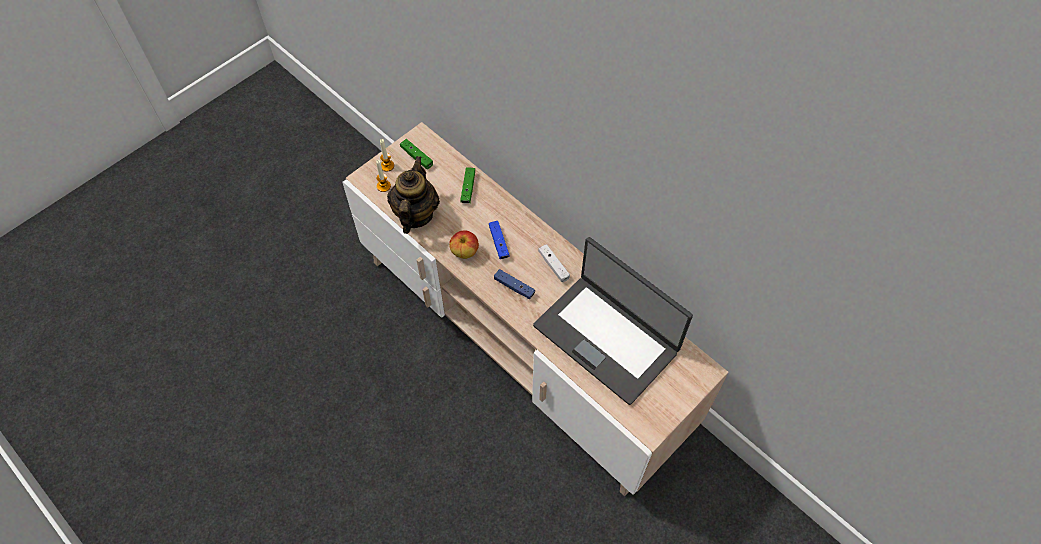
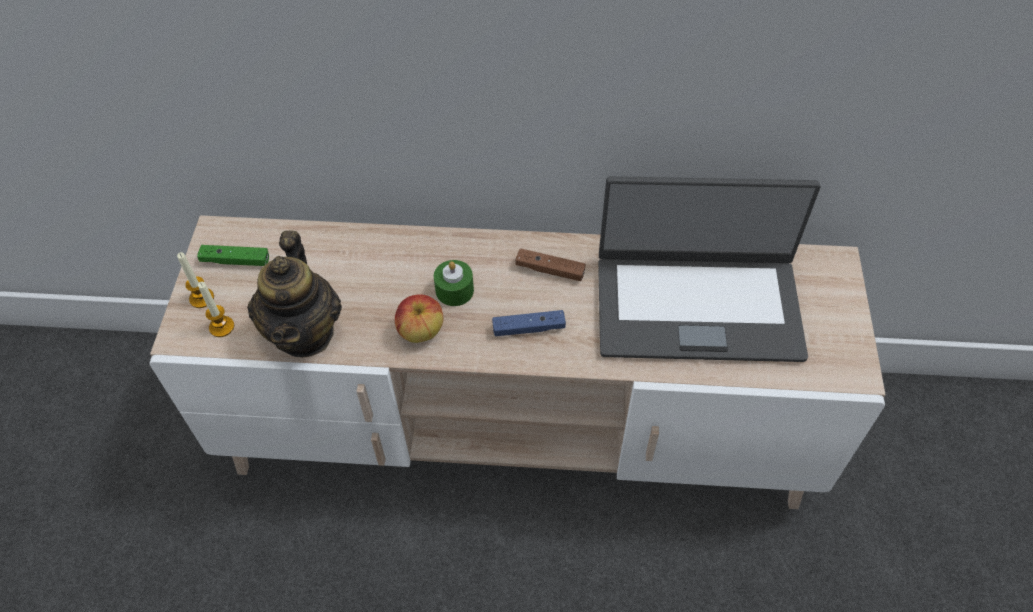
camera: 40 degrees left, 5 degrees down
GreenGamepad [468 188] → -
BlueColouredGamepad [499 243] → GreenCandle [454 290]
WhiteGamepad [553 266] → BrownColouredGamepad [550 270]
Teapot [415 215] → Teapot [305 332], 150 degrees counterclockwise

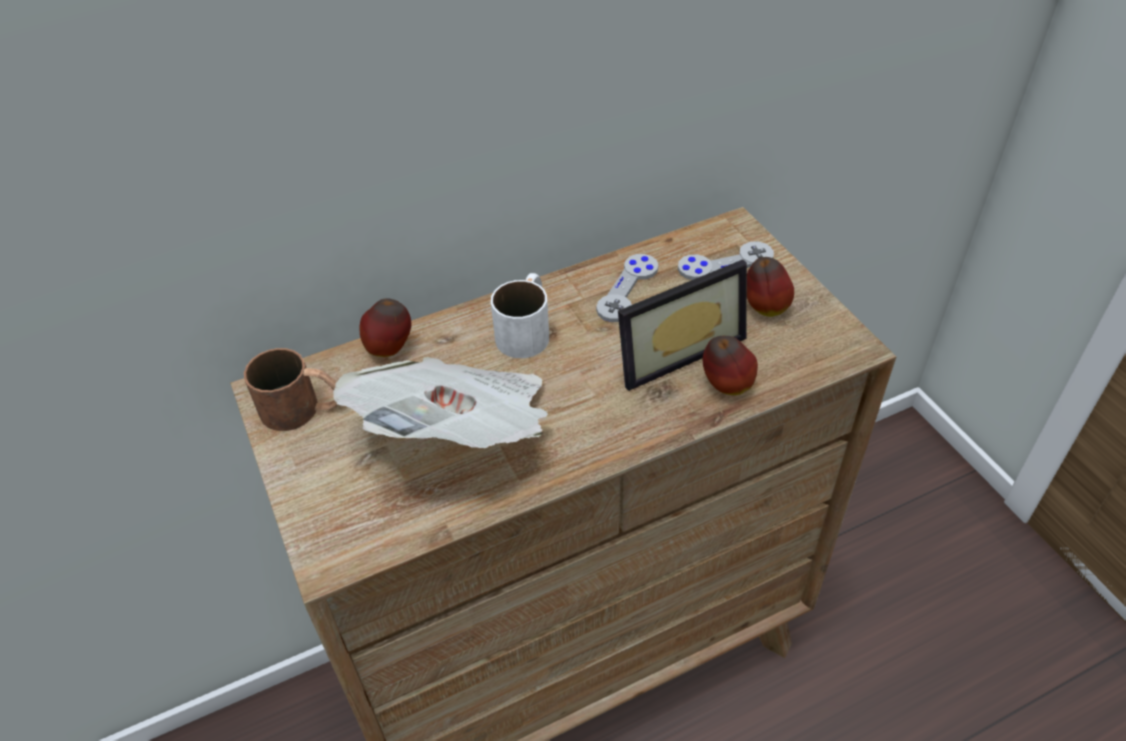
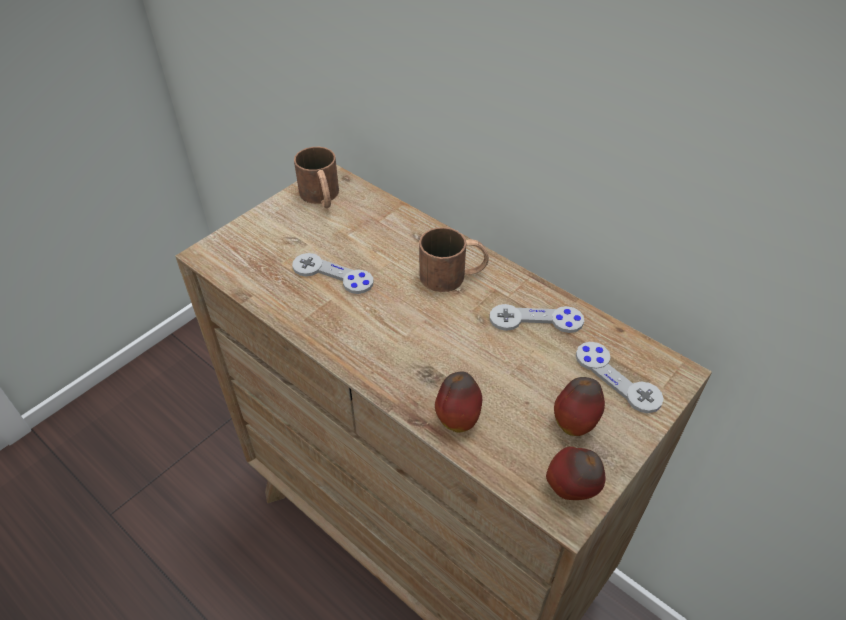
camera: 65 degrees right, 0 degrees up
PictureFrame [674 348] → -
WholeApple [390 349] → WholeApple [571 490], move
DailyPaper [460 433] → GrayGamepad [332 275]
WhiteTeaMug [527 329] → BrownColouredTeaMug [453 275]

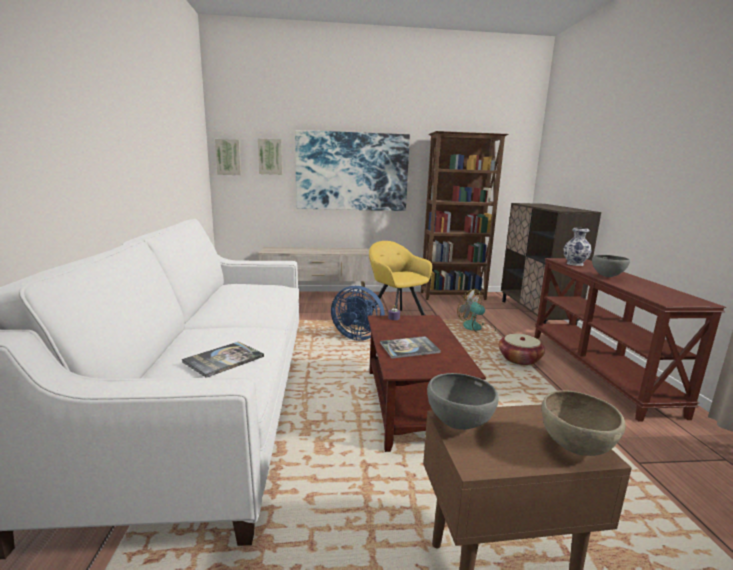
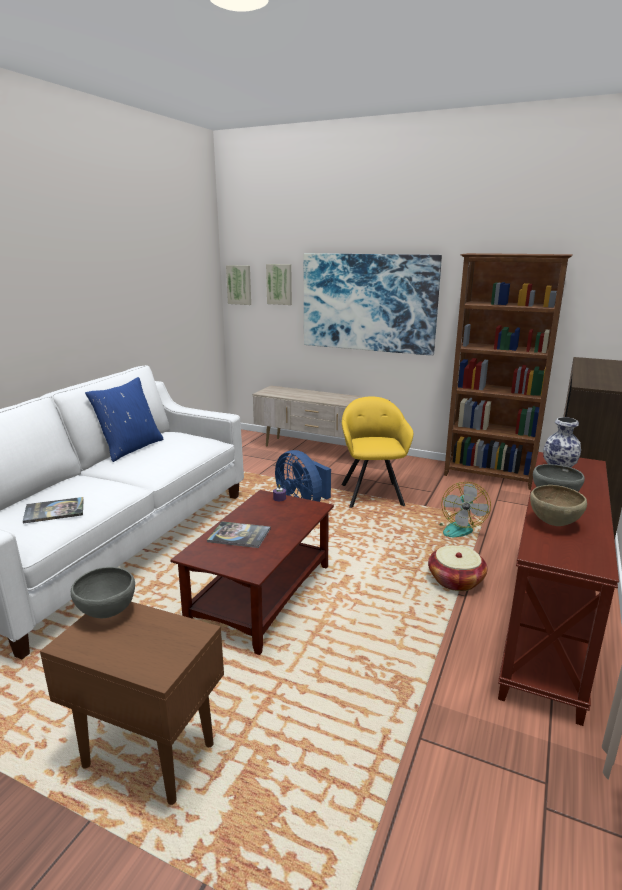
camera: 30 degrees right, 5 degrees up
- → BlueColouredPillow [130 448]
BrownColouredBowl [574 448] → BrownColouredBowl [553 523], move
CoolingFan [476 328] → CoolingFan [457 527], 150 degrees counterclockwise

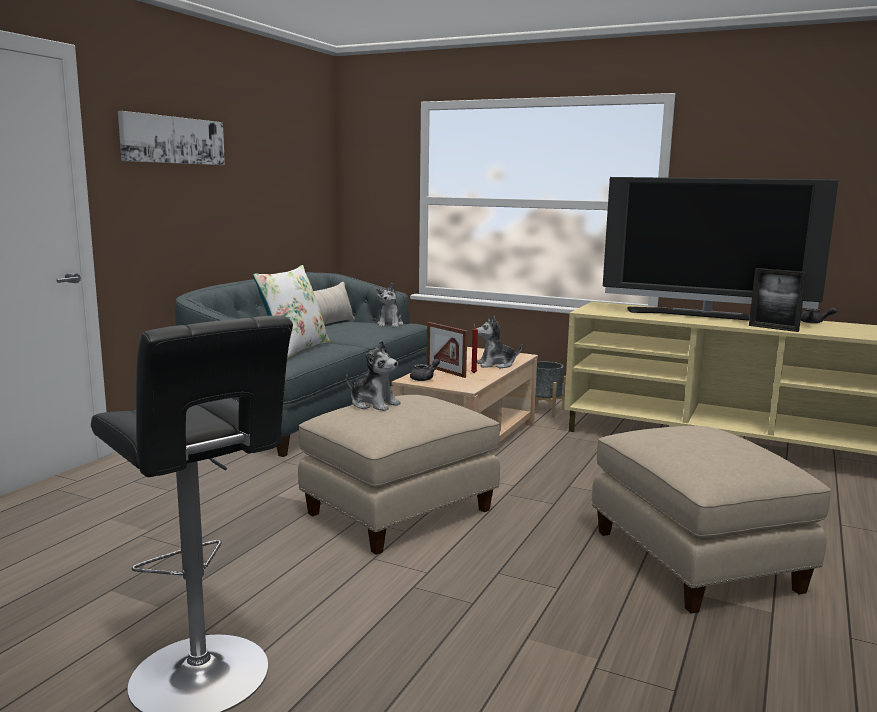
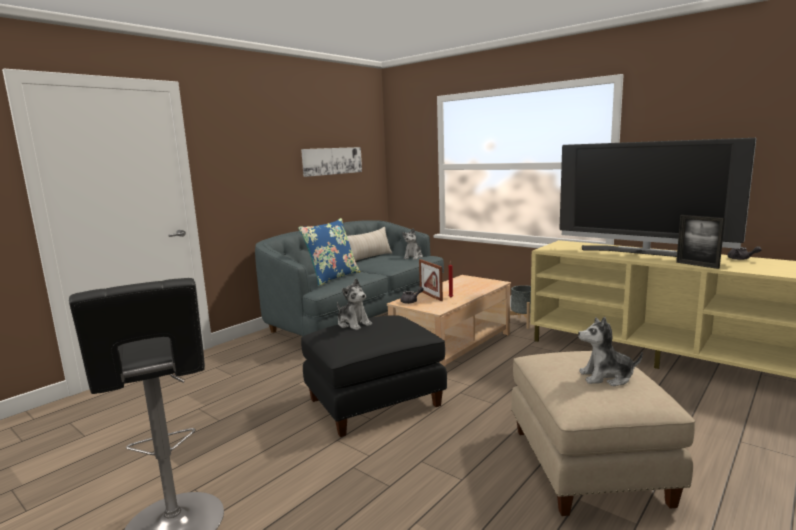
camera: 15 degrees right, 0 degrees up
WallPicture [173 140] → WallPicture [332 161], move
PlushToy [496 365] → PlushToy [606 377], move
WhitePillow [294 350] → BlueColouredPillow [332 278]
BeigeFootrest [399 511] → BlackishFootrest [374 402]

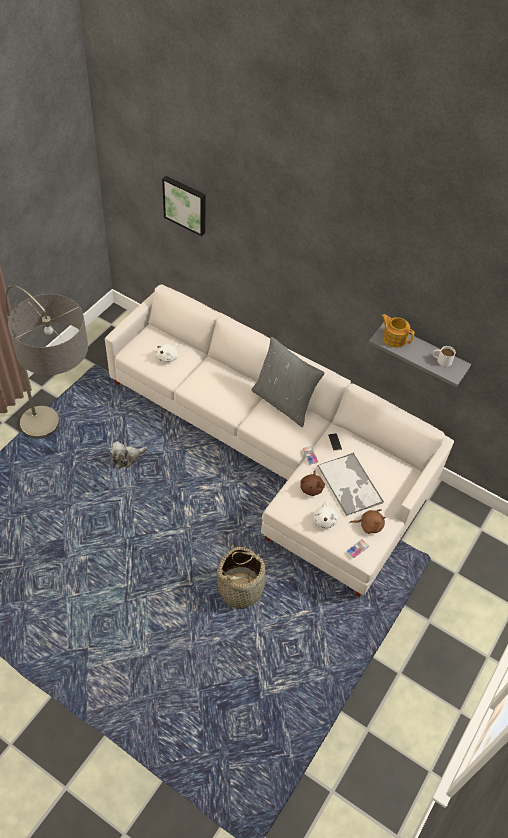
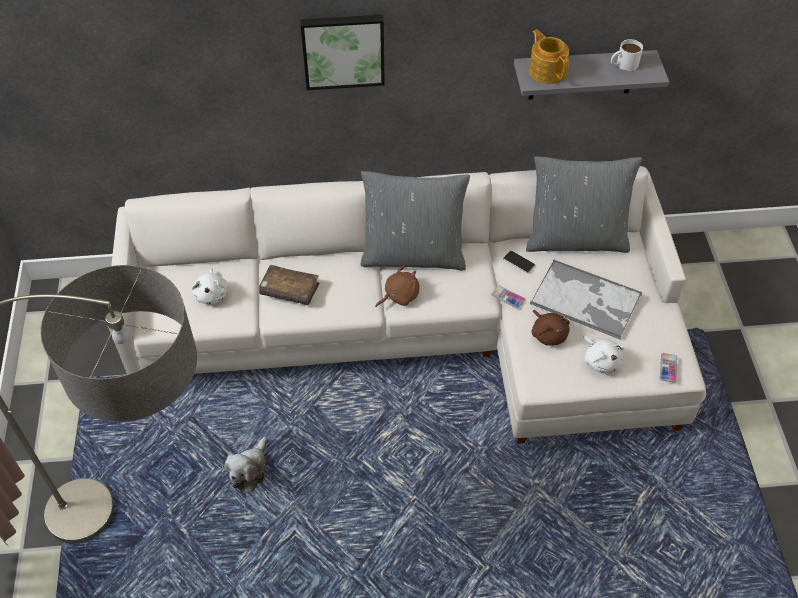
camera: 35 degrees left, 0 degrees up
HouseholdBasket [241 588] → -
- → BrownColouredBoundBook [289 290]
- → GrayPillow [575 238]
WallPicture [185 204] → WallPicture [343 50], move
BrownColouredPlushToy [369 525] → BrownColouredPlushToy [399 296], move
Teapot [394 338] → Teapot [547 71], 60 degrees clockwise

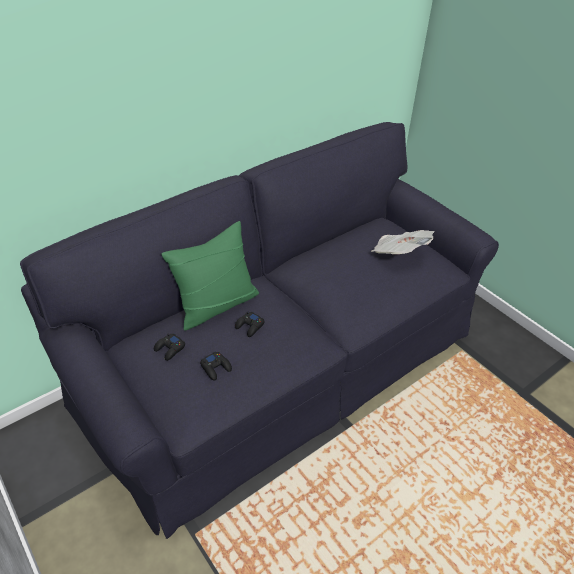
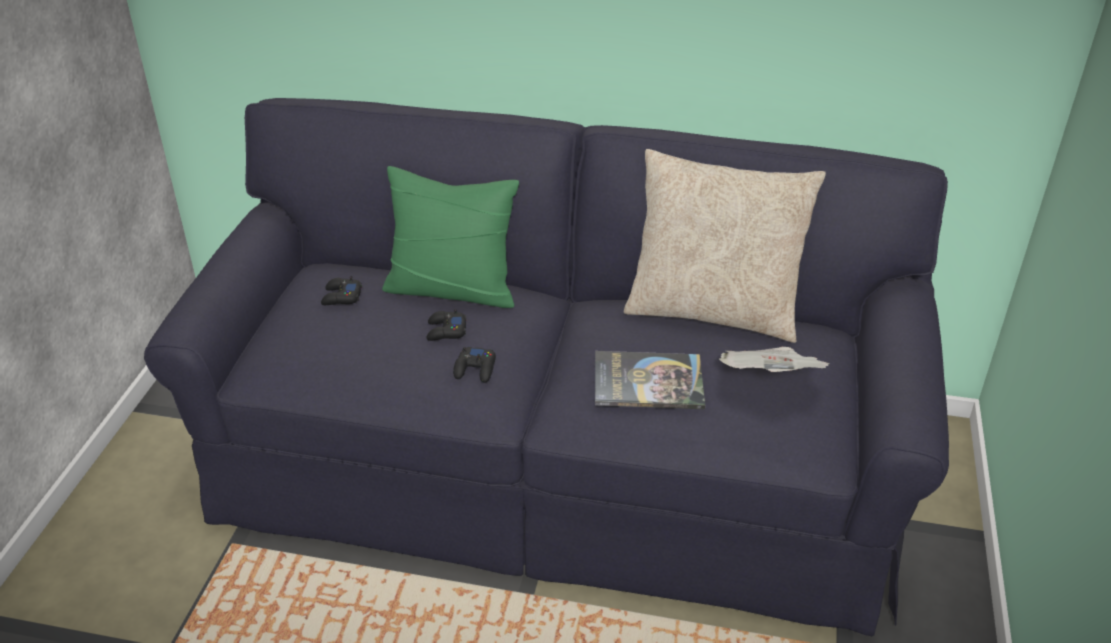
camera: 50 degrees right, 5 degrees down
- → BoundBook [648 382]
- → BeigePillow [713 311]
BlackishGamepad [216 368] → BlackishGamepad [475 369], move

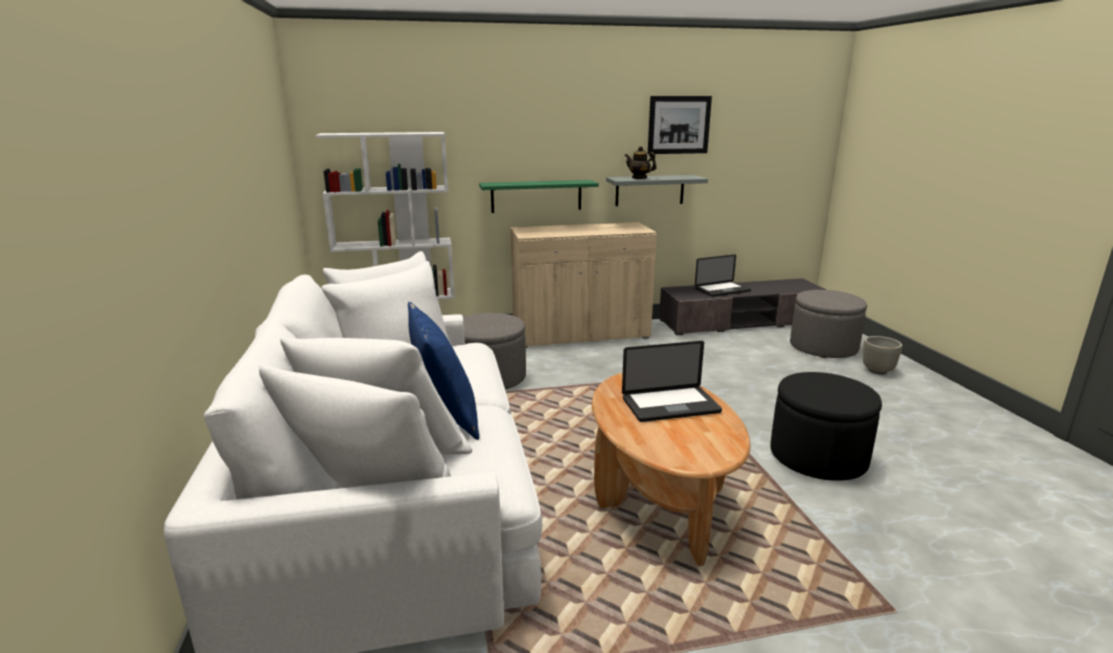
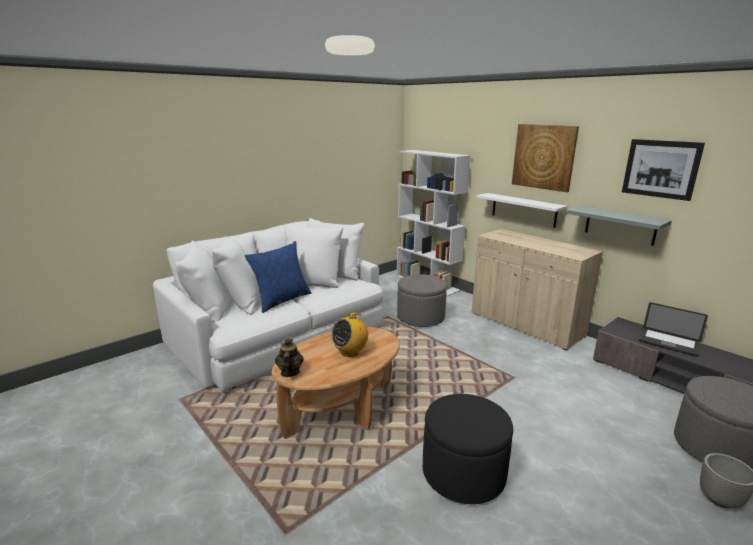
camera: 60 degrees right, 0 degrees up
- → WallPicture [544 157]
Teapot [639 178] → Teapot [289 372], move
Laptop [670 405] → RadioSet [350 352]
GreenBracketShelf [536 196] → WhiteBracketShelf [523 210]

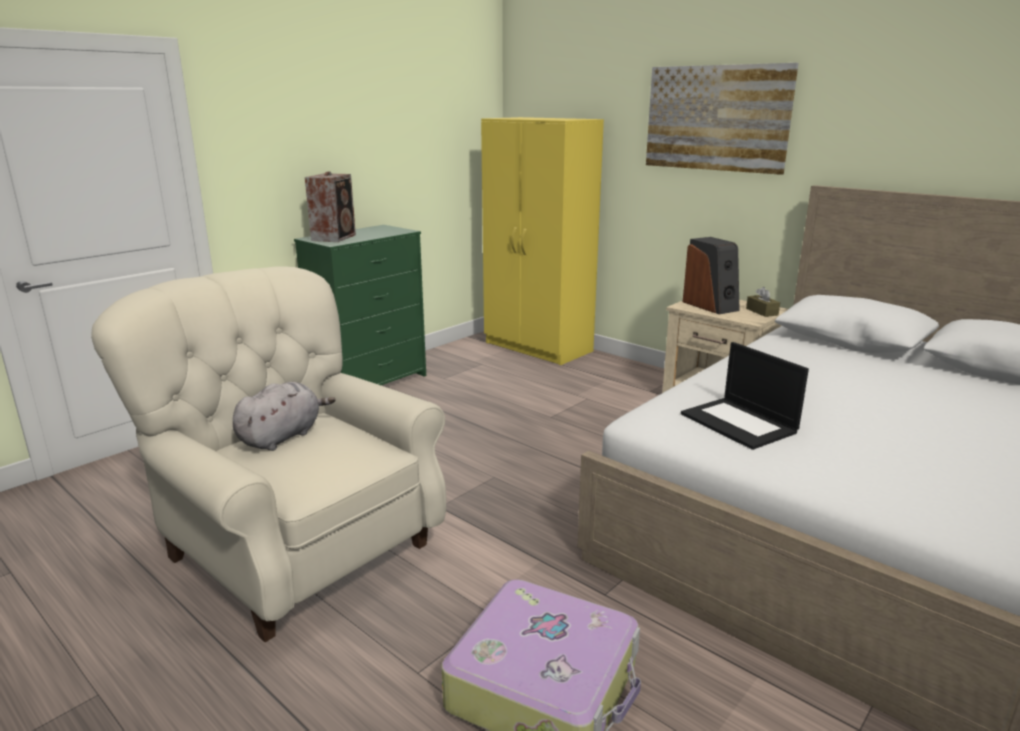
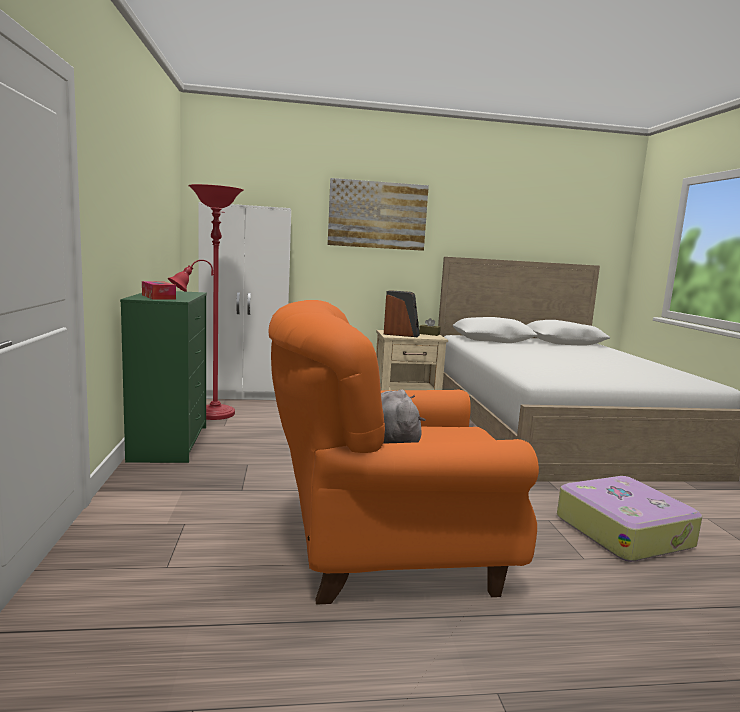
camera: 50 degrees left, 10 degrees down
Laptop [740 423] → -
- → RedColouredStandingLamp [210 415]
Loudspeaker [335 237] → BoxOfTissues [158 297]
BeigeLoungeChair [294 549] → OrangeLoungeChair [387 549]
YellowishArmoire [538 347] → WhiteArmoire [245 394]

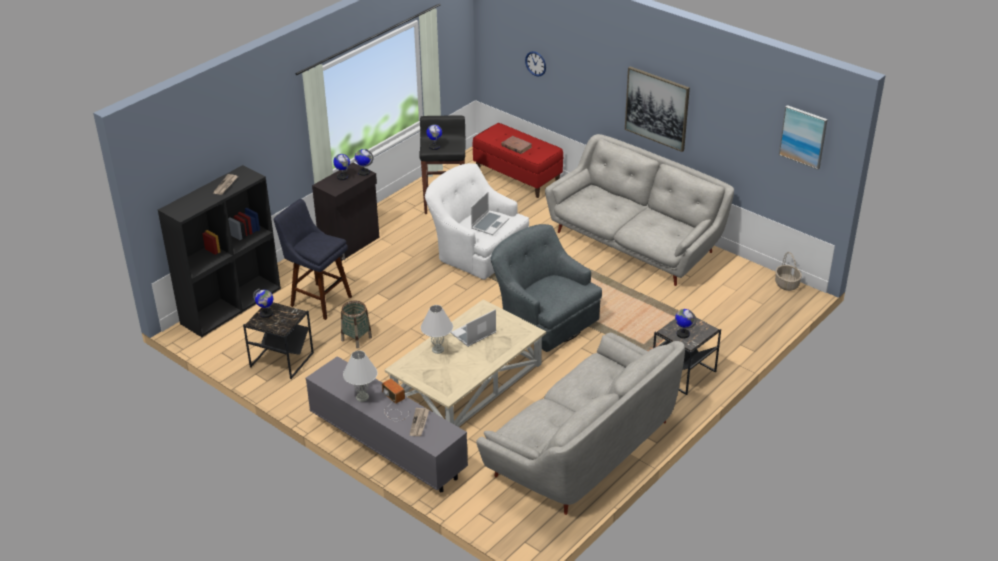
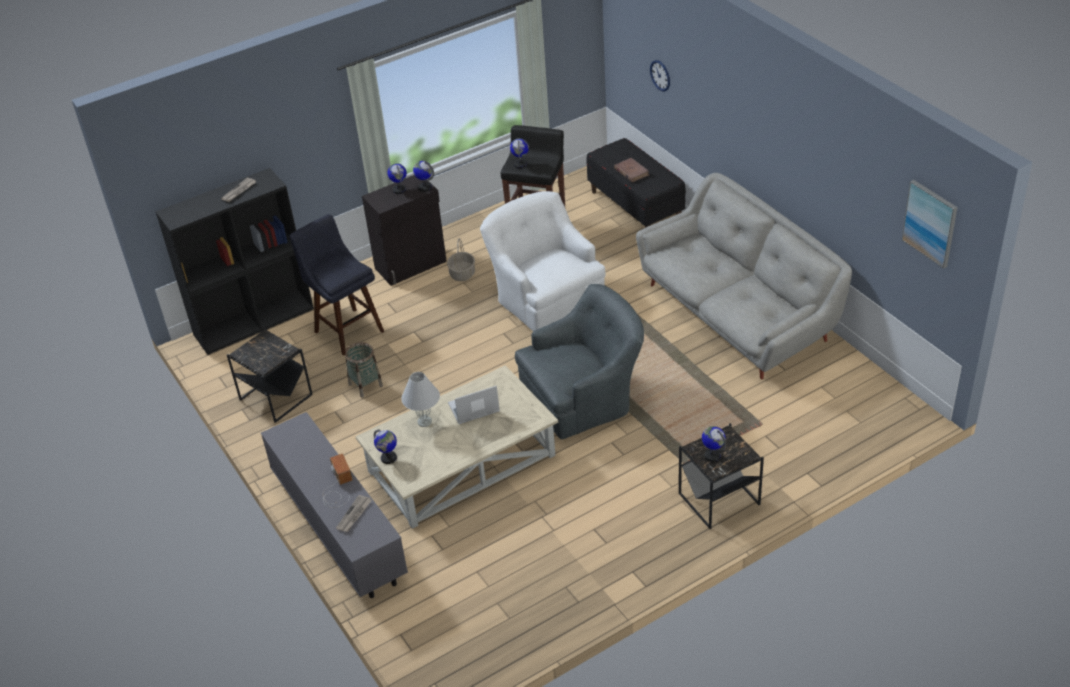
camera: 20 degrees right, 5 degrees up
WhiteTabletopLamp [362 397] → -
Laptop [489 224] → -
GraySettee [581 448] → -
WallPicture [657 108] → -
DeskGlobe [266 314] → DeskGlobe [389 458], move
HouseholdBasket [787 284] → HouseholdBasket [462 274], move
RedColouredLongSeat [517 177] → BlackishLongSeat [636 206]
GrayLoungeChair [544 319] → GrayLoungeChair [584 397], 90 degrees clockwise

